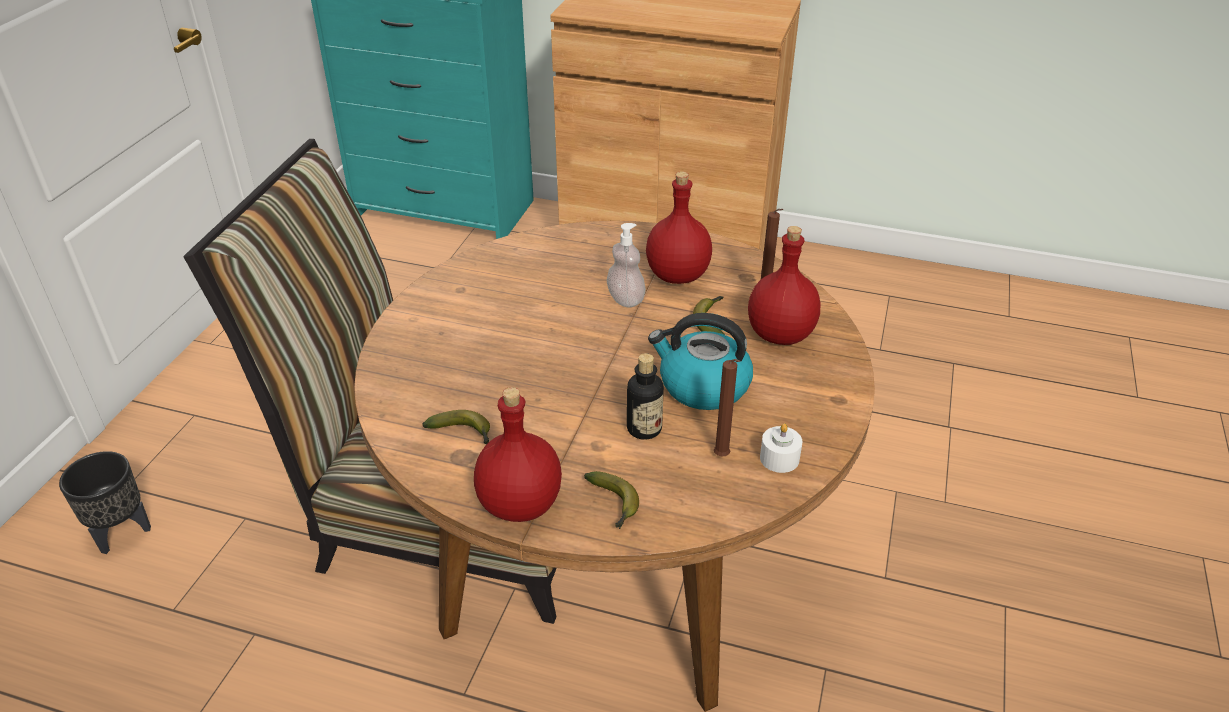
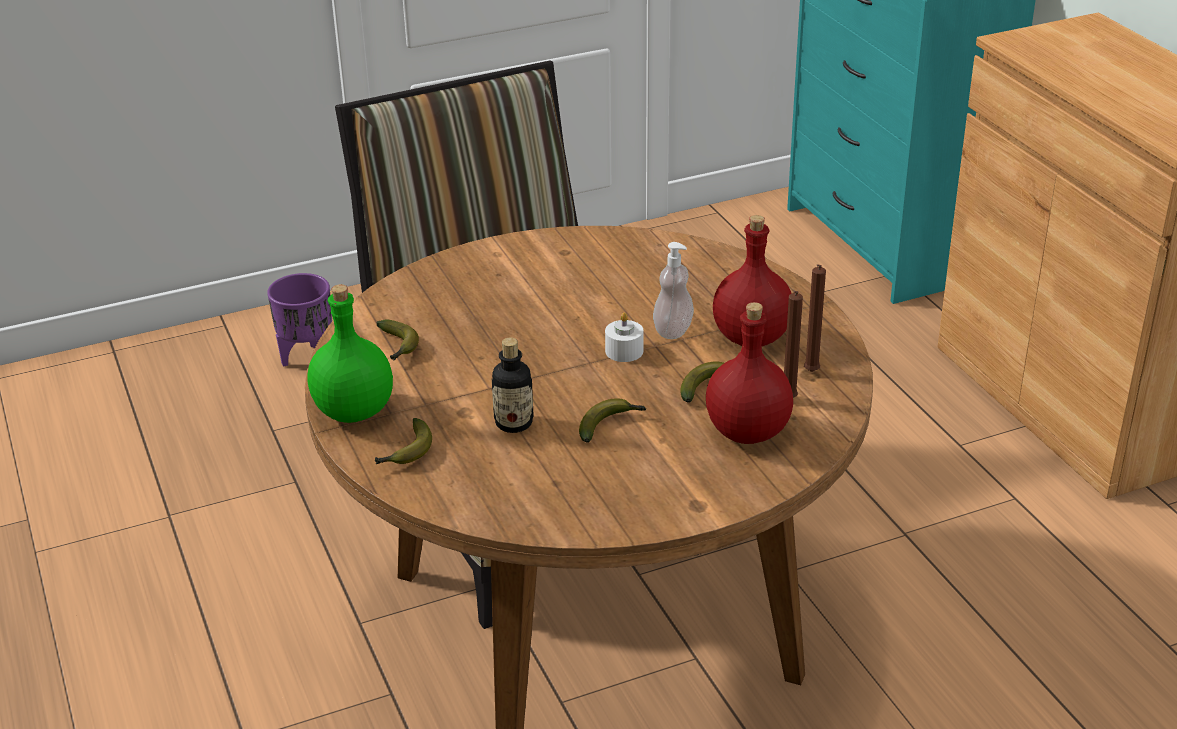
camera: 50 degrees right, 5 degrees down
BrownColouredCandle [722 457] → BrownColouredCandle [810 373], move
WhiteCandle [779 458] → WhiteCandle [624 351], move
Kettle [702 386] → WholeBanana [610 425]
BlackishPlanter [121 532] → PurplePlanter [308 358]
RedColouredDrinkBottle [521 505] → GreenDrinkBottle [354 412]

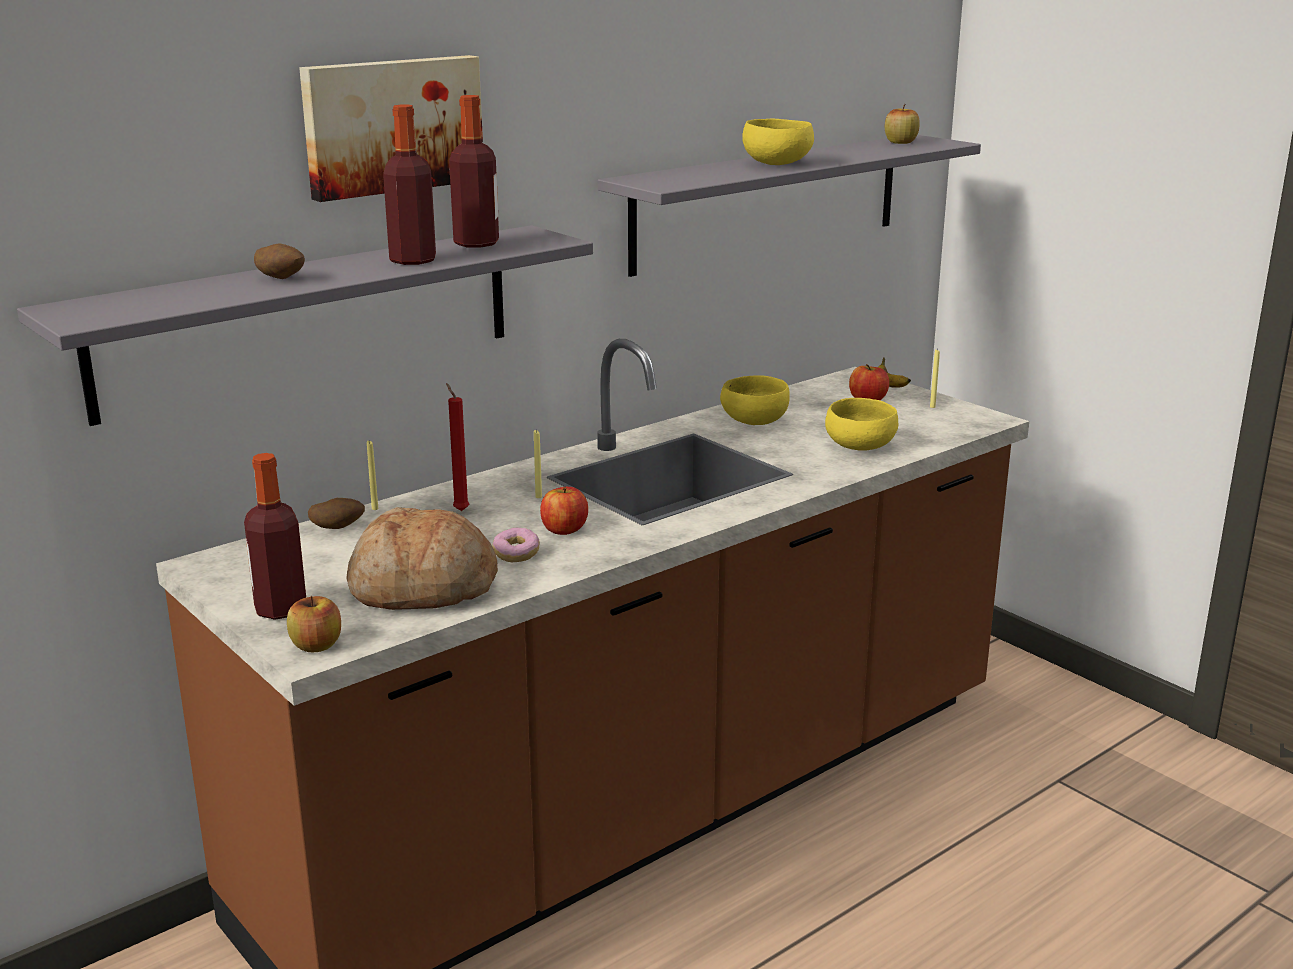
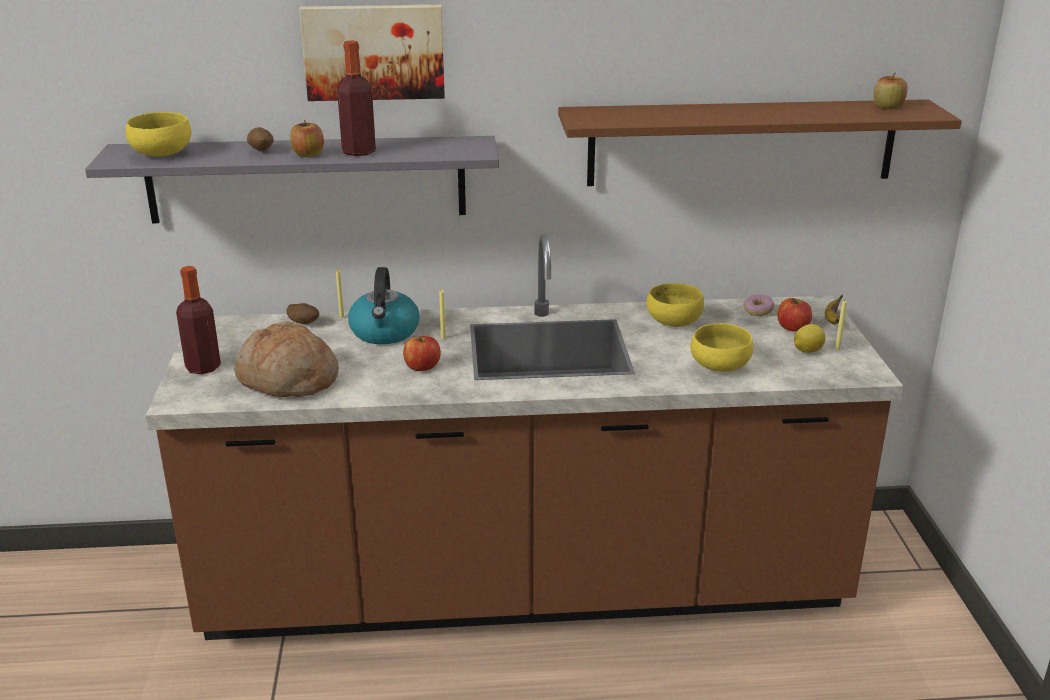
camera: 35 degrees right, 5 degrees up
DrinkBottle [476 243] → -
- → CitrusFruit [807 351]
WholeApple [316 645] → WholeApple [308 154], move
Donut [516 554] → Donut [758 311], move
YellowishBowl [778 164] → YellowishBowl [163 155], move
RedColouredCandle [460 510] → Kettle [385 332]
GrayBracketShelf [769 202] → BrownColouredBracketShelf [742 142]

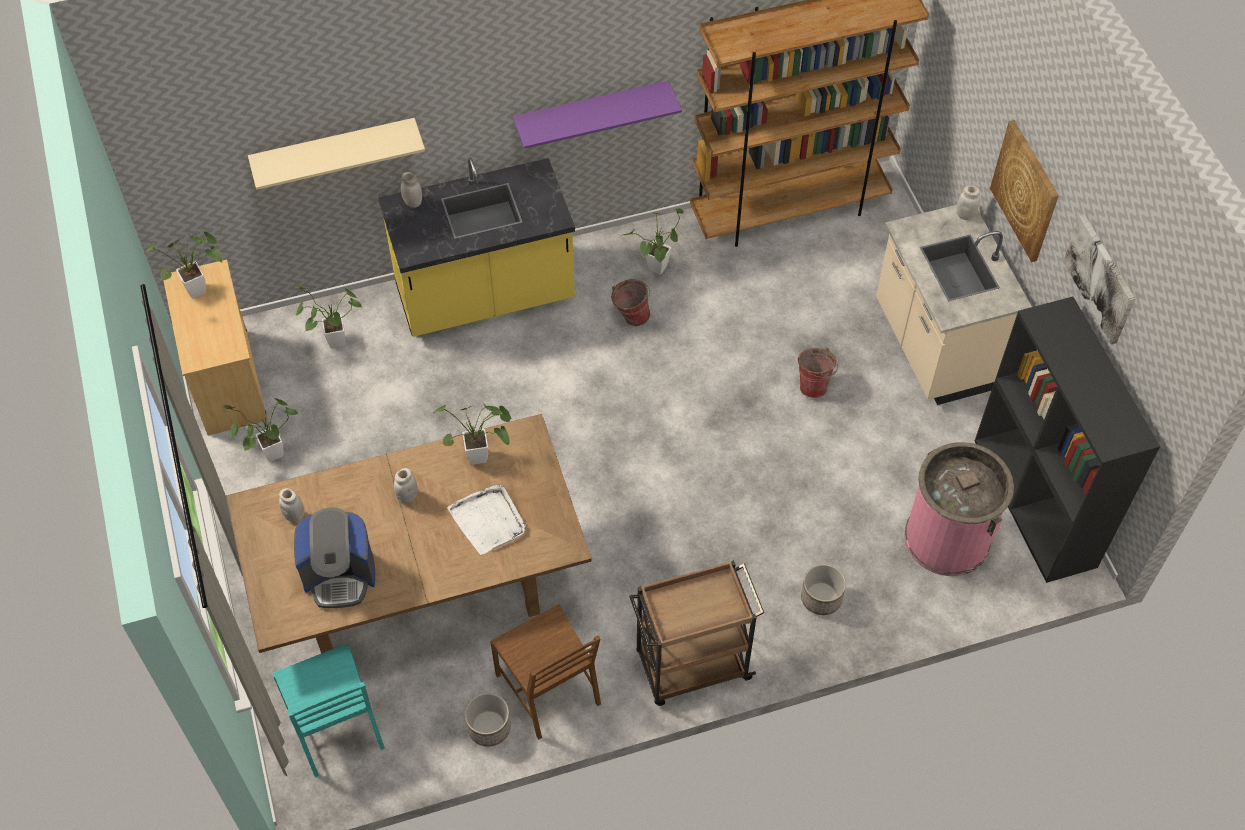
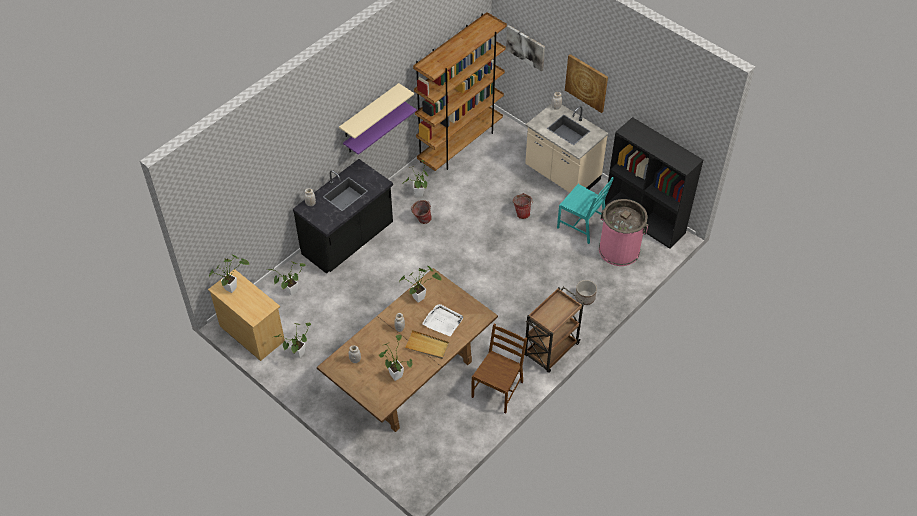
camera: 30 degrees left, 5 degrees down
Planter [489 727] → -
- → BeigeTray [427 346]
BeigeBracketShelf [334 149] → BeigeBracketShelf [369 111], move
BlueGreenChair [337 727] → BlueGreenChair [582 225], move
WallPicture [1100 278] → WallPicture [526 47], move
CoffeeMaker [340 575] → PottedPlant [394 374]
YellowishKitchenCounter [485 297] → BlackishKitchenCounter [348 241]
BrownColouredChair [550 689] → BrownColouredChair [498 389], 90 degrees counterclockwise

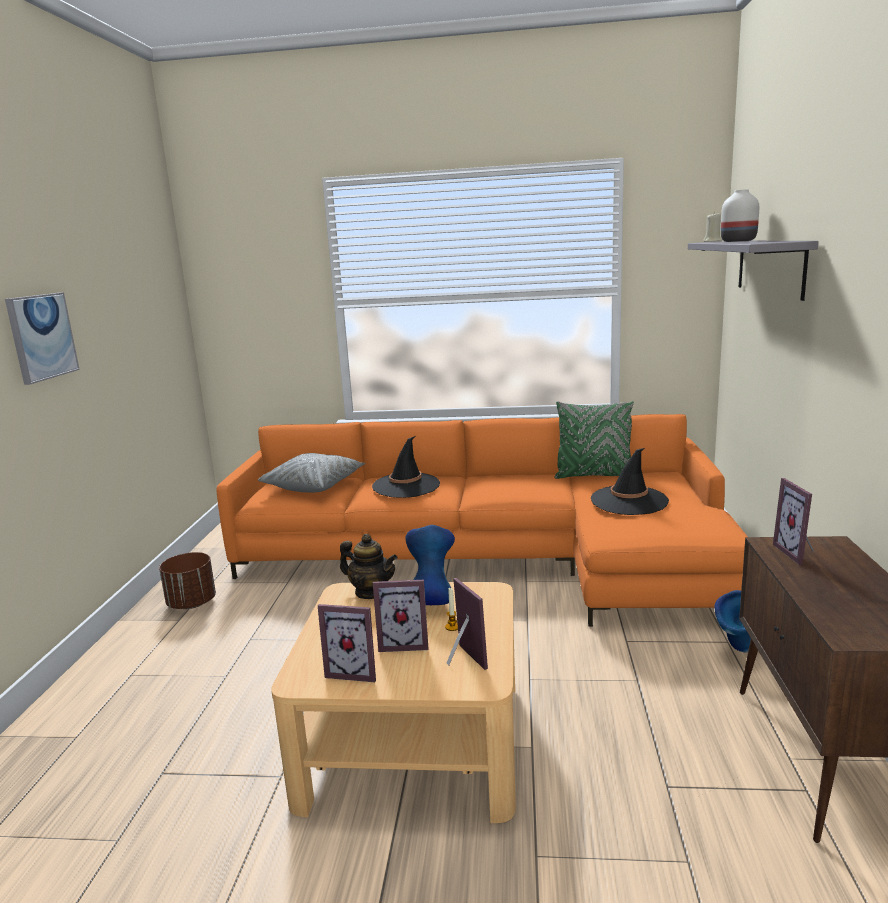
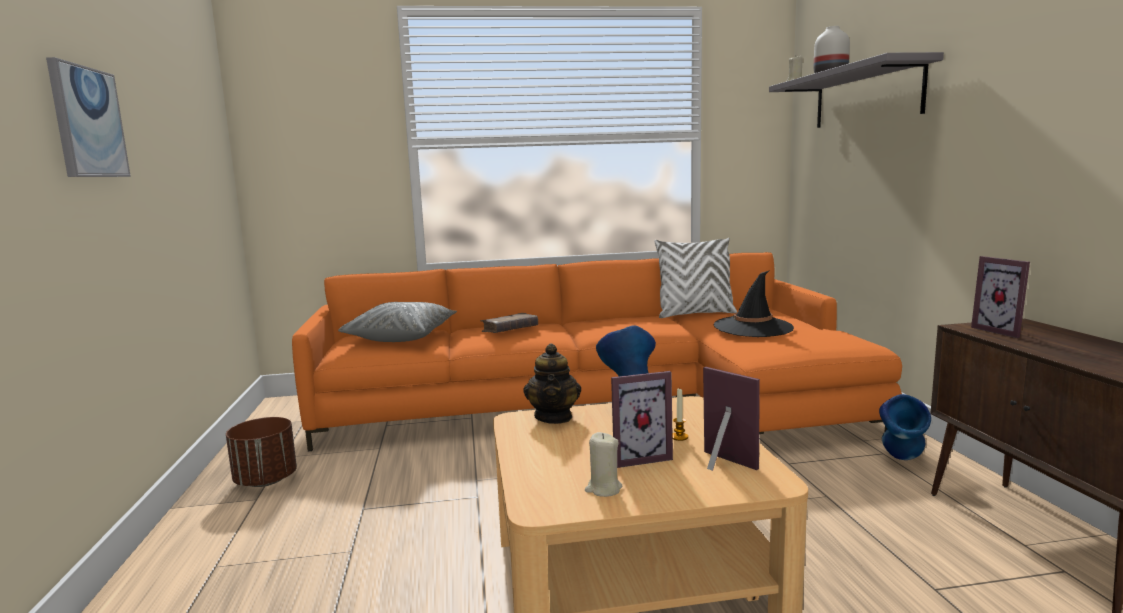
camera: 15 degrees left, 5 degrees down
PictureFrame [354 671] → BeigeCandle [603 489]
BlackishHat [406 486] → BrownColouredBoundBook [510 330]
GreenPillow [593 475] → WhitePillow [695 314]
Teapot [371 592] → Teapot [554 417], 75 degrees clockwise

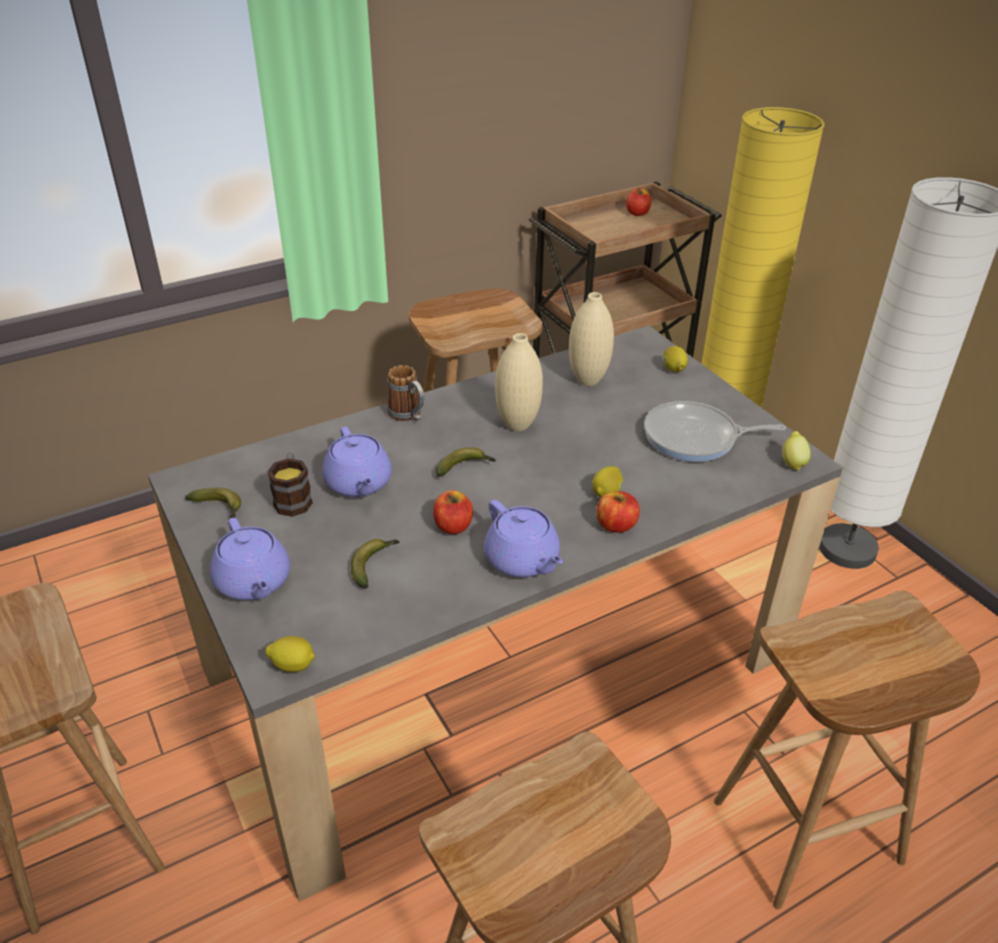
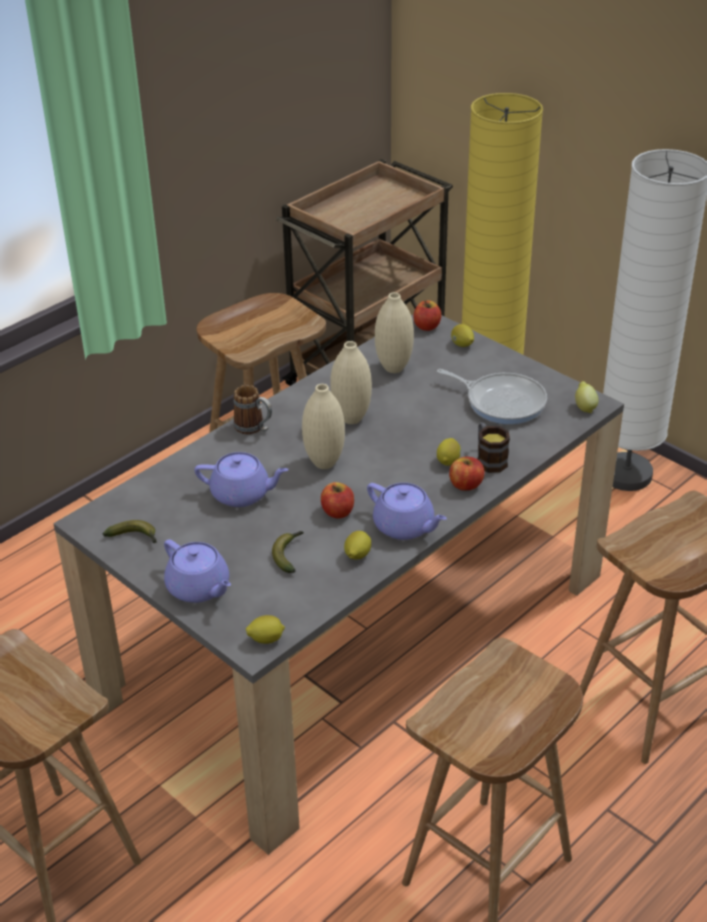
camera: 15 degrees left, 0 degrees up
- → CitrusFruit [357 555]
TeaMug [293 498] → TeaMug [489 459], move
WholeApple [637 213] → WholeApple [427 326], move
WholeBanana [465 467] → BeigeVase [324 463]
PurpleTeapot [358 483] → PurpleTeapot [242 494], 45 degrees counterclockwise
Pan [695 438] → Pan [502 402], 135 degrees counterclockwise

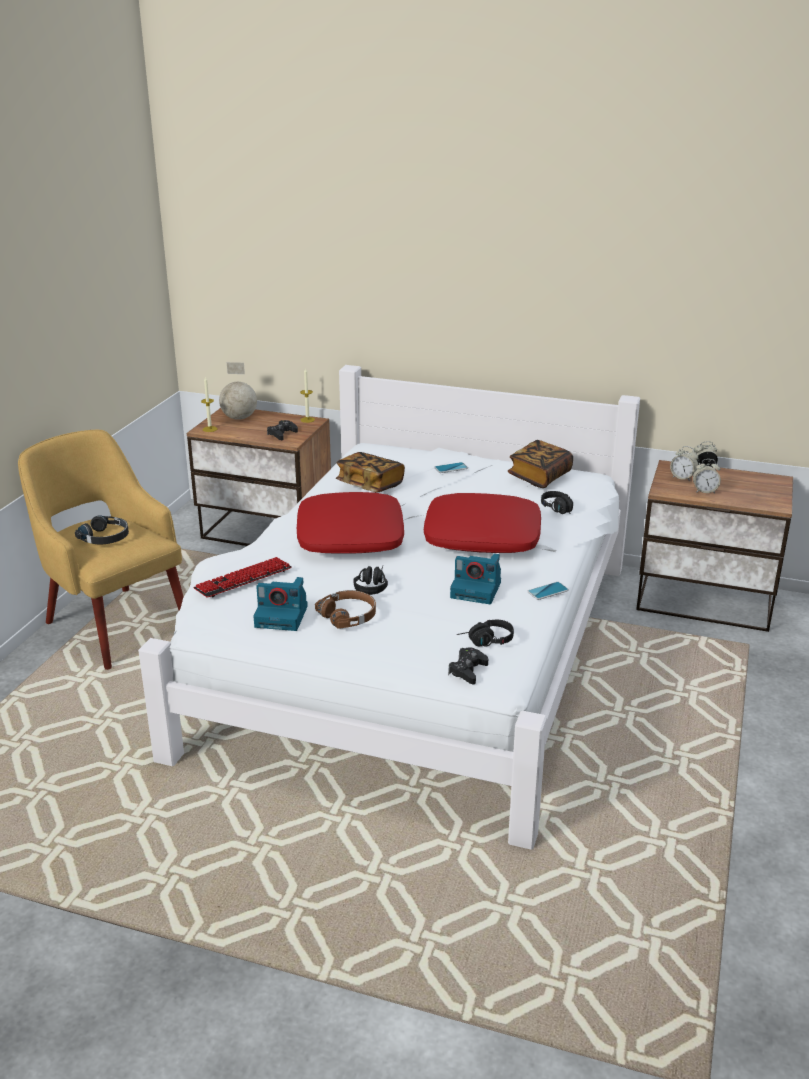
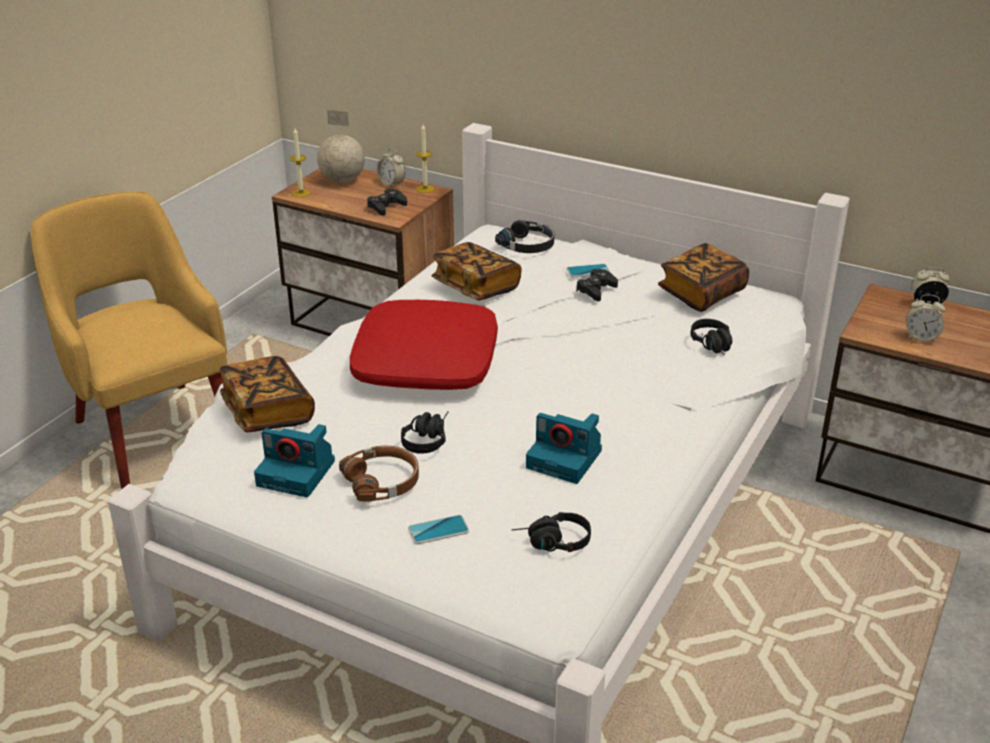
camera: 10 degrees right, 5 degrees up
RedColouredPillow [482 537] → -
BlackishPairOfHeadphones [105 537] → BlackishPairOfHeadphones [527 245], move
BlackishGamepad [468 670] → BlackishGamepad [596 290], move
Telephone [548 591] → Telephone [438 530], move
BedsideClock [682 478] → BedsideClock [391 184], move
PcKeyboard [243 579] → BoundBook [268 412]

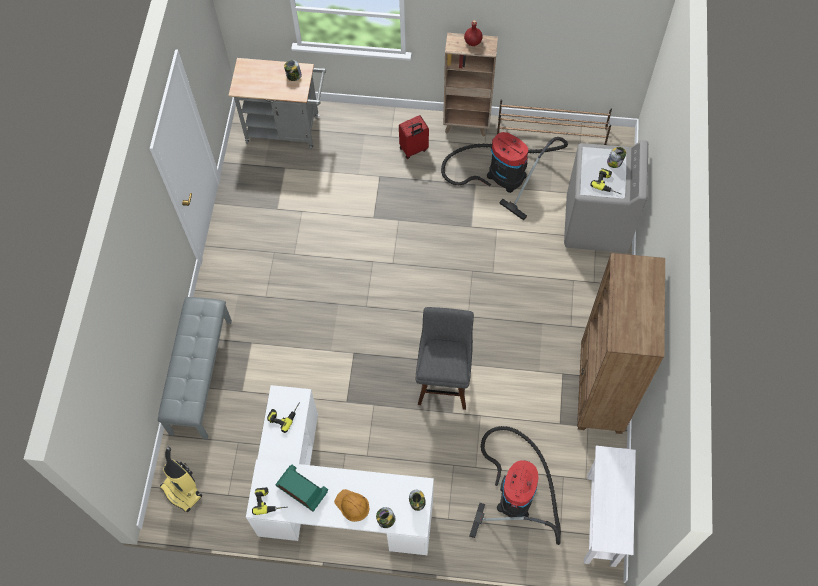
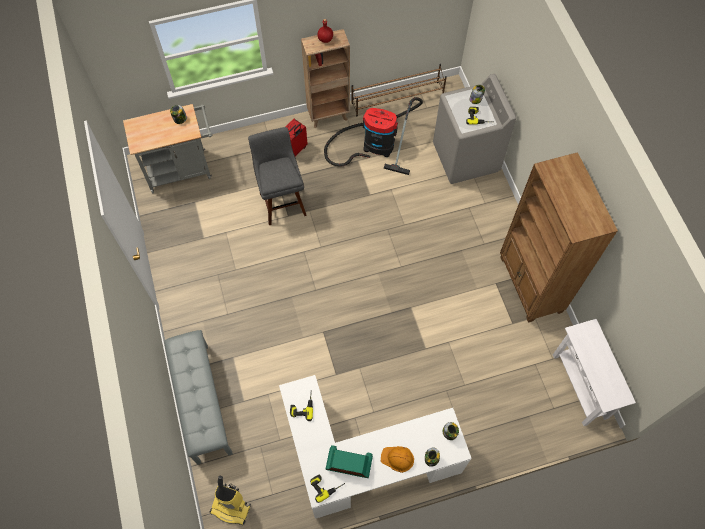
camera: 25 degrees left, 0 degrees up
VacuumCleaner [516 493] → -
GraySittingStool [444 381] → GraySittingStool [282 202], move

